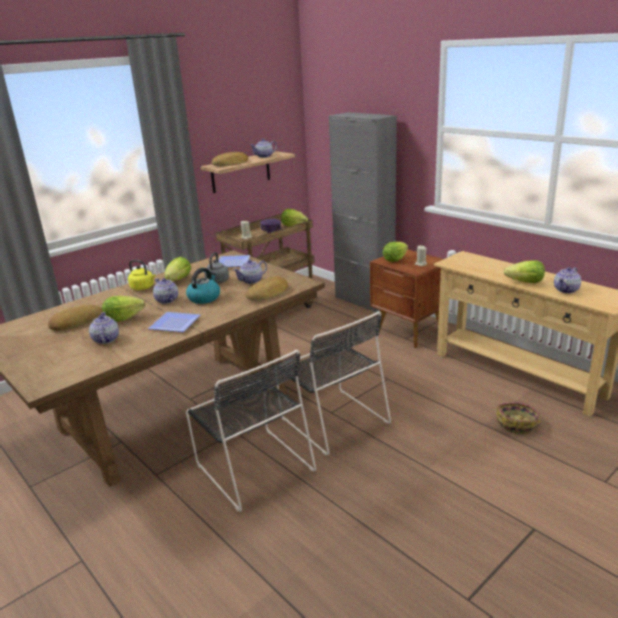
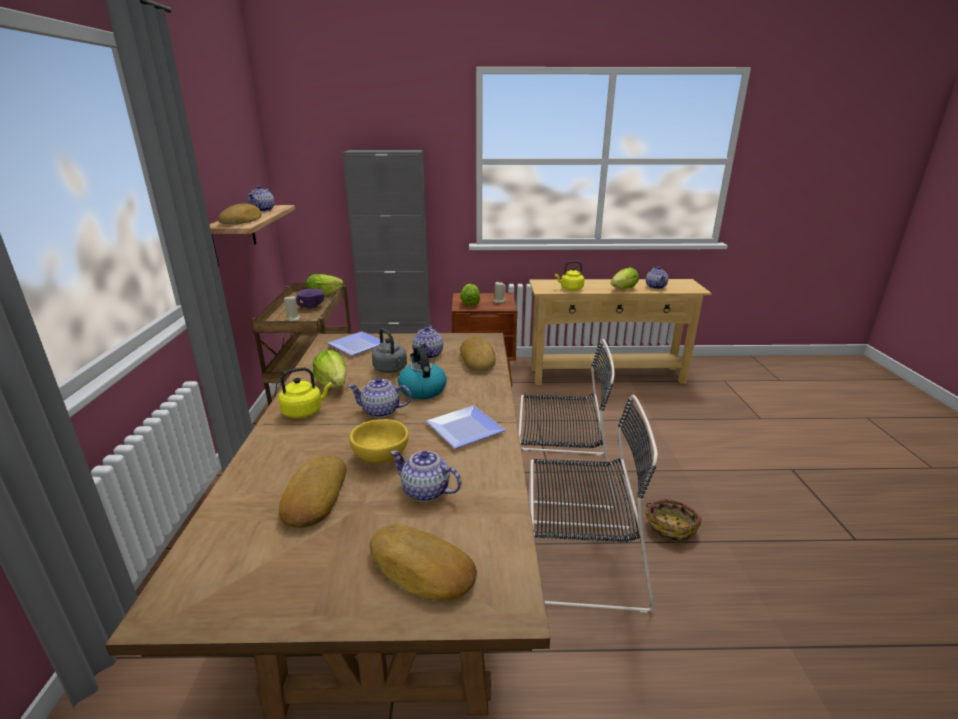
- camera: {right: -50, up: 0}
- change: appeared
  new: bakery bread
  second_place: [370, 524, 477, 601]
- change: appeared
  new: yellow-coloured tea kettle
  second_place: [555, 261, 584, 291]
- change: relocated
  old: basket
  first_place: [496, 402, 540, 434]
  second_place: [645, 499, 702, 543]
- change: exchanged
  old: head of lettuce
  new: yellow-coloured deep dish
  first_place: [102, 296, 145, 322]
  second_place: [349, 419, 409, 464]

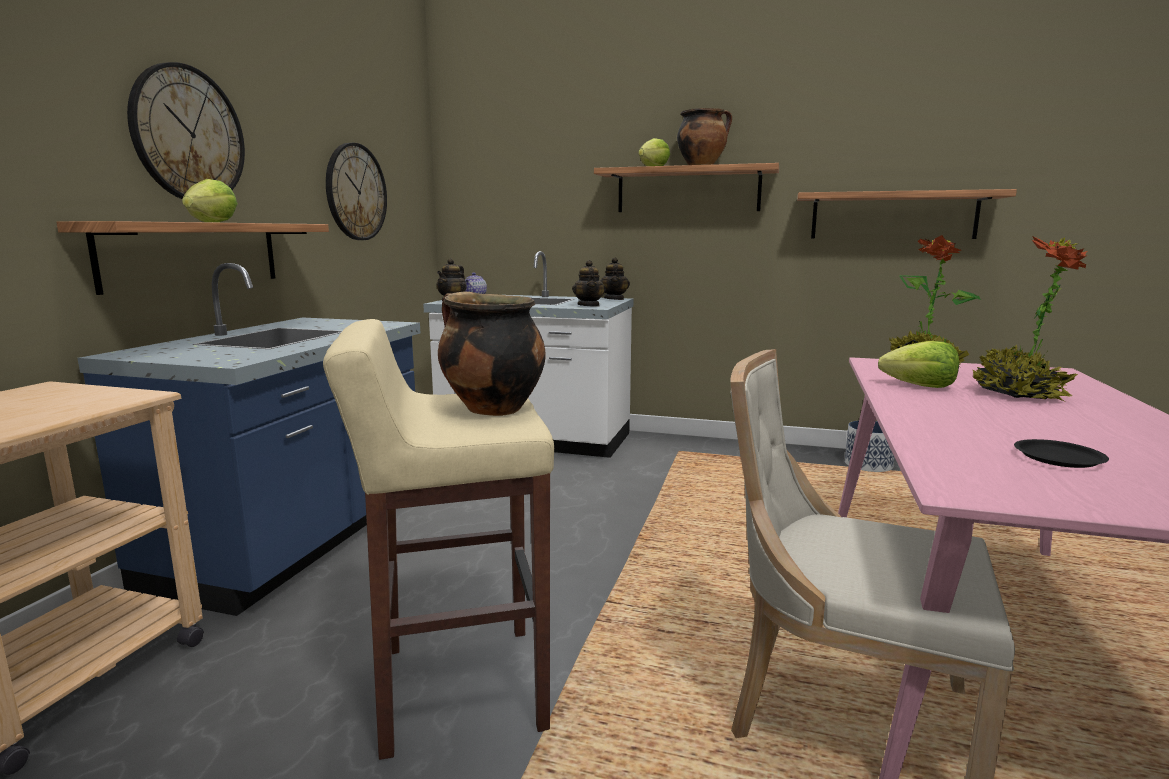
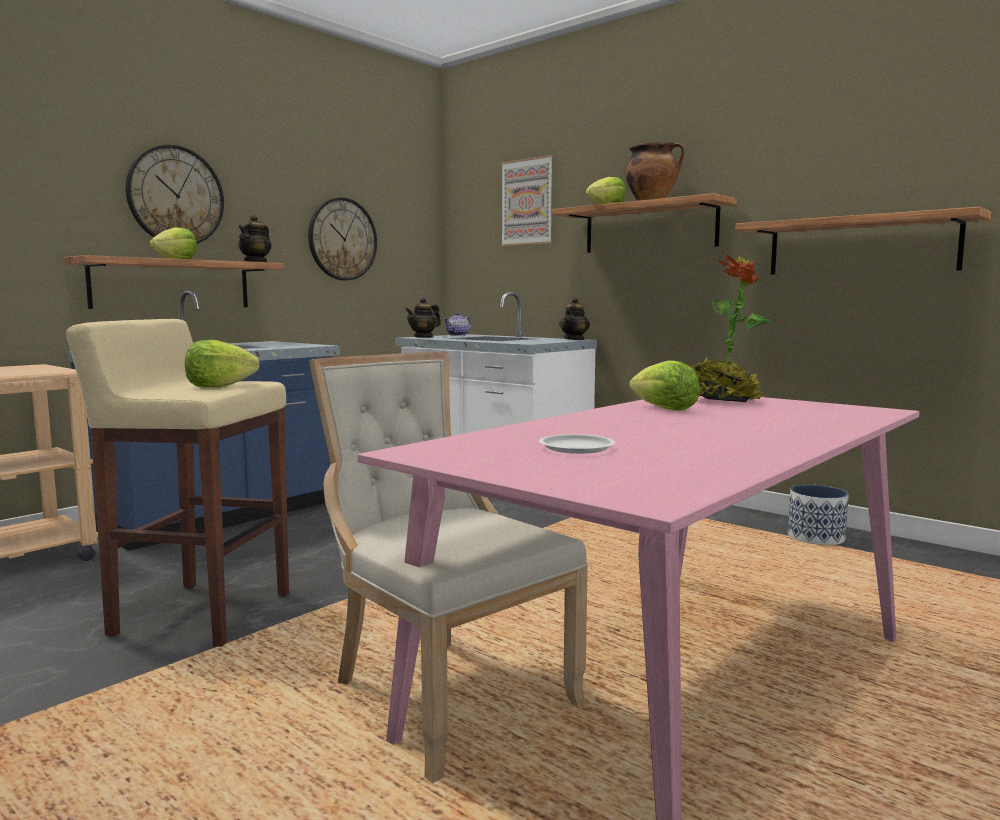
- camera: {right: 25, up: -5}
- change: missing
  old: houseplant
  first_place: [972, 236, 1087, 401]
- change: appeared
  new: wall art
  second_place: [501, 155, 553, 246]
- change: relocated
  old: pot for tea
  first_place: [572, 260, 606, 307]
  second_place: [238, 215, 272, 262]
- change: exchanged
  old: stockpot
  new: head of lettuce
  first_place: [438, 291, 546, 416]
  second_place: [185, 340, 260, 388]
- change: colour
  old: black-coloured dinner plate
  new: white dinner plate
  first_place: [1014, 439, 1109, 468]
  second_place: [539, 434, 615, 454]

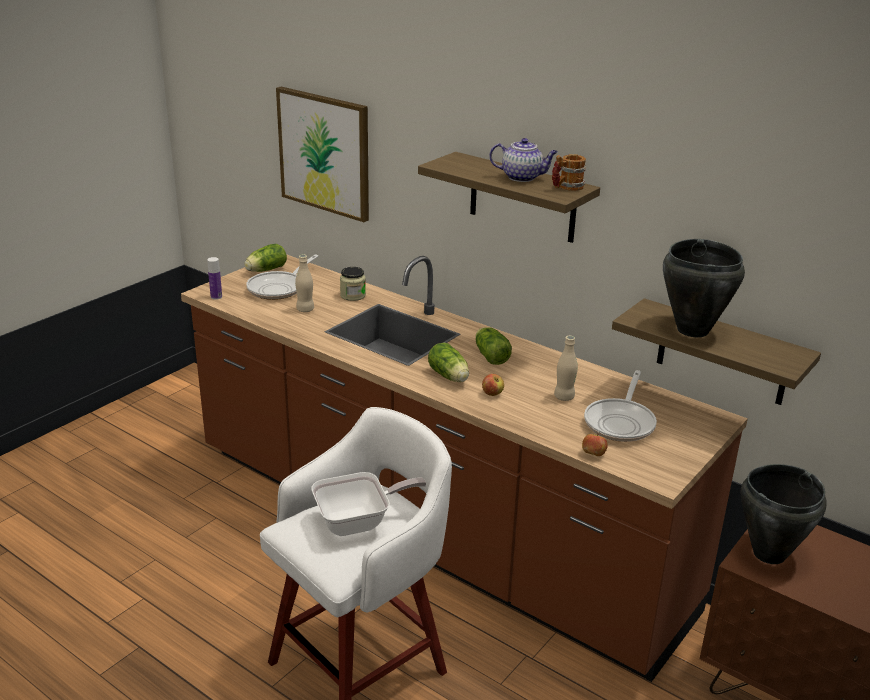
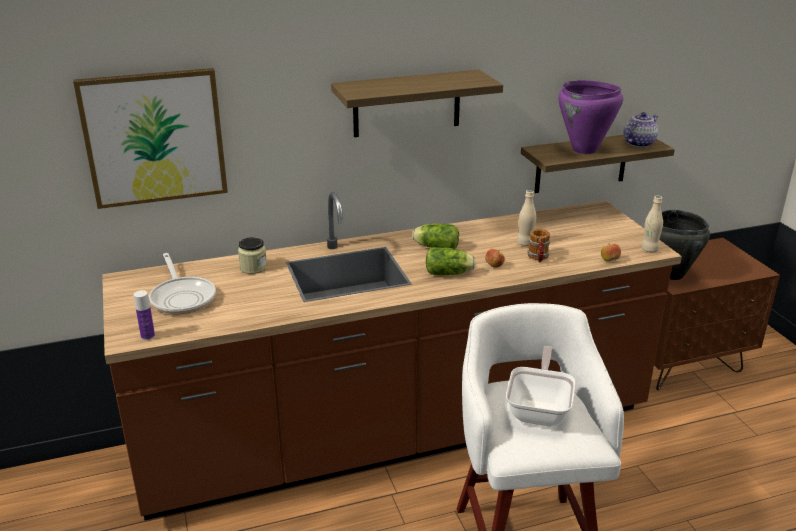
- camera: {right: -55, up: 0}
- change: missing
  old: head of lettuce
  first_place: [244, 244, 287, 272]
- change: missing
  old: skillet
  first_place: [584, 370, 657, 442]
- change: relocated
  old: sand-coloured bottle
  first_place: [295, 255, 314, 312]
  second_place: [641, 196, 663, 252]
- change: relocated
  old: pot for tea
  first_place: [489, 138, 558, 182]
  second_place: [624, 112, 658, 147]
- change: relocated
  old: coffee mug
  first_place: [552, 154, 586, 191]
  second_place: [528, 229, 550, 262]
- change: colour
  old: black-coloured stockpot
  new: purple stockpot
  first_place: [663, 239, 745, 337]
  second_place: [558, 80, 623, 154]

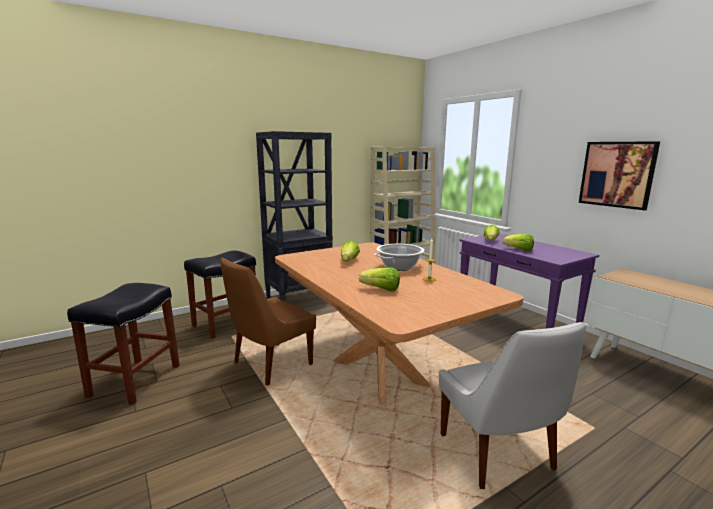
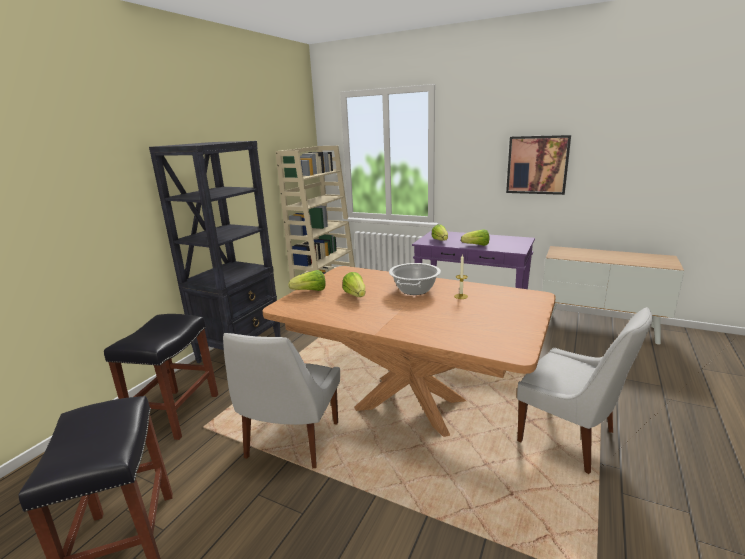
- camera: {right: -30, up: 5}
- change: relocated
  old: head of lettuce
  first_place: [359, 267, 400, 291]
  second_place: [288, 270, 326, 291]
- change: colour
  old: brown upright chair
  new: white upright chair
  first_place: [220, 258, 316, 386]
  second_place: [223, 333, 340, 468]

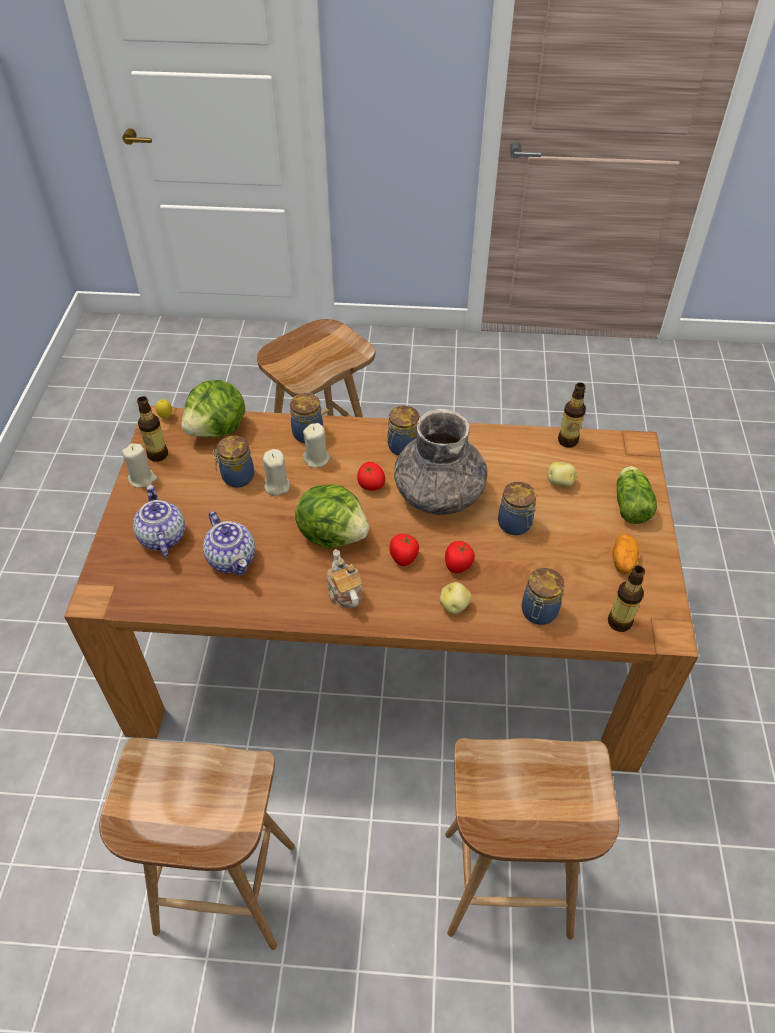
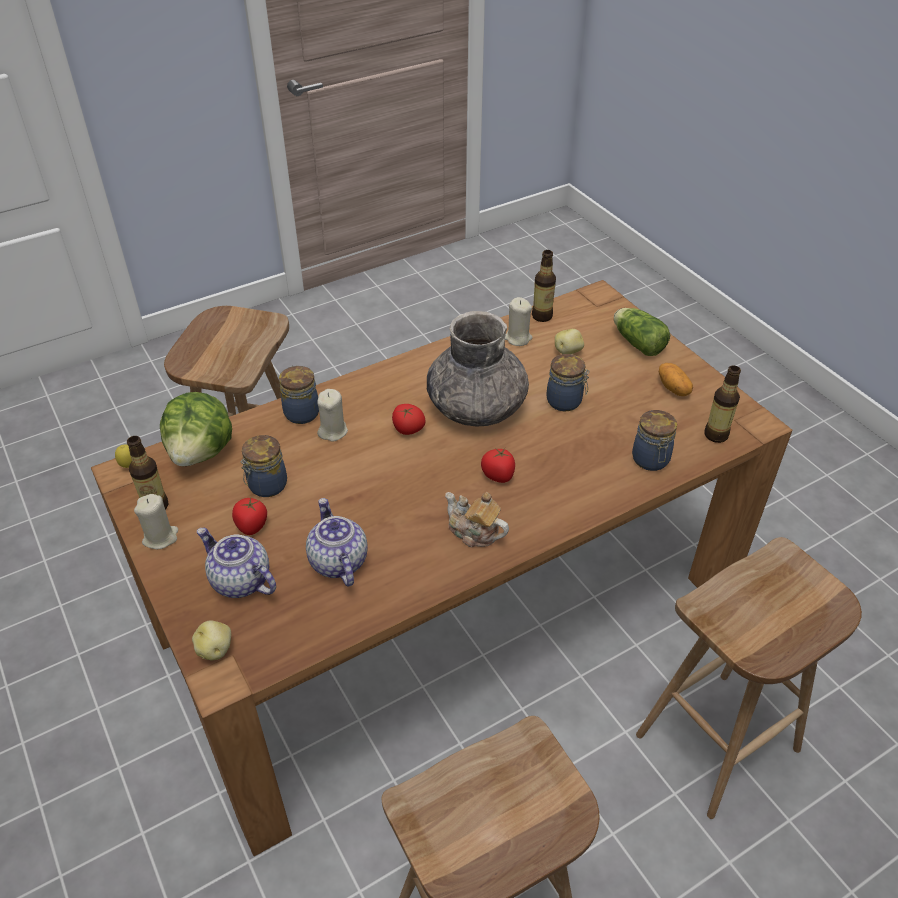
- camera: {right: -35, up: -5}
- change: missing
  old: head of lettuce
  first_place: [295, 484, 369, 548]
- change: missing
  old: storage jar
  first_place: [387, 406, 419, 455]
- change: relocated
  old: sand-coloured candle
  first_place: [263, 449, 290, 496]
  second_place: [505, 297, 533, 346]
- change: relocated
  old: spud
  first_place: [440, 582, 472, 614]
  second_place: [192, 620, 231, 660]
- change: relocated
  old: fresh tomato
  first_place: [445, 541, 475, 573]
  second_place: [232, 498, 267, 535]
- change: spun
  old: pot for tea
  first_place: [203, 511, 255, 575]
  second_place: [306, 498, 368, 587]
  degrees: -135

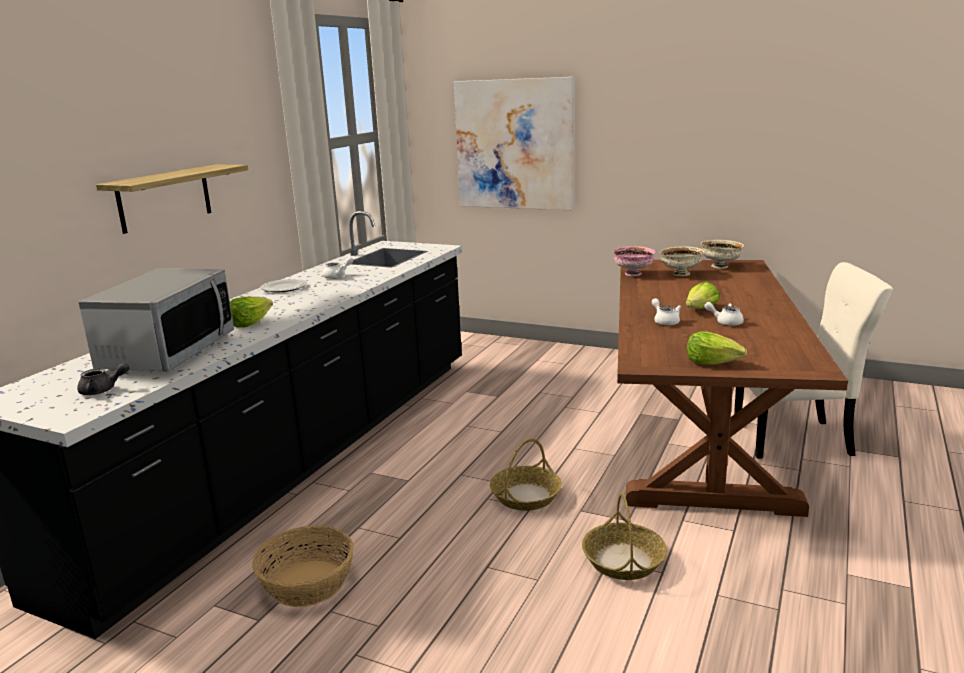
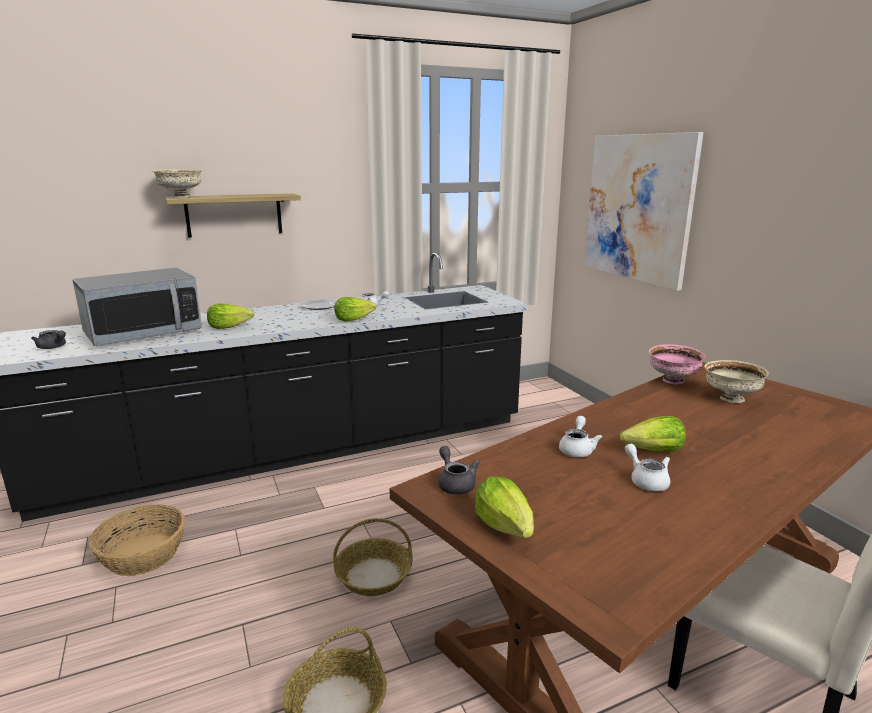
- camera: {right: 40, up: 0}
- change: appeared
  new: head of lettuce
  second_place: [334, 297, 376, 322]
- change: appeared
  new: grey pot for tea
  second_place: [438, 446, 480, 495]
- change: relocated
  old: sand-coloured deep dish
  first_place: [701, 240, 744, 269]
  second_place: [153, 169, 202, 198]

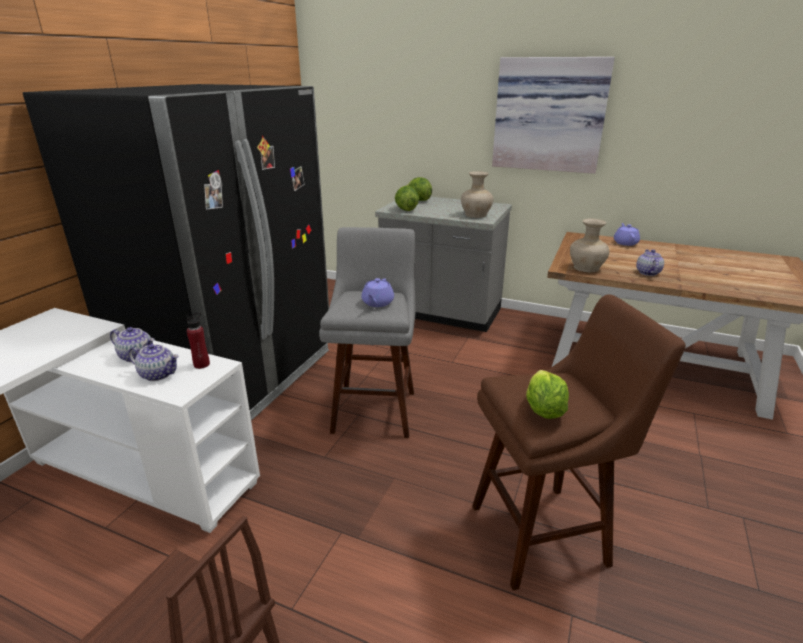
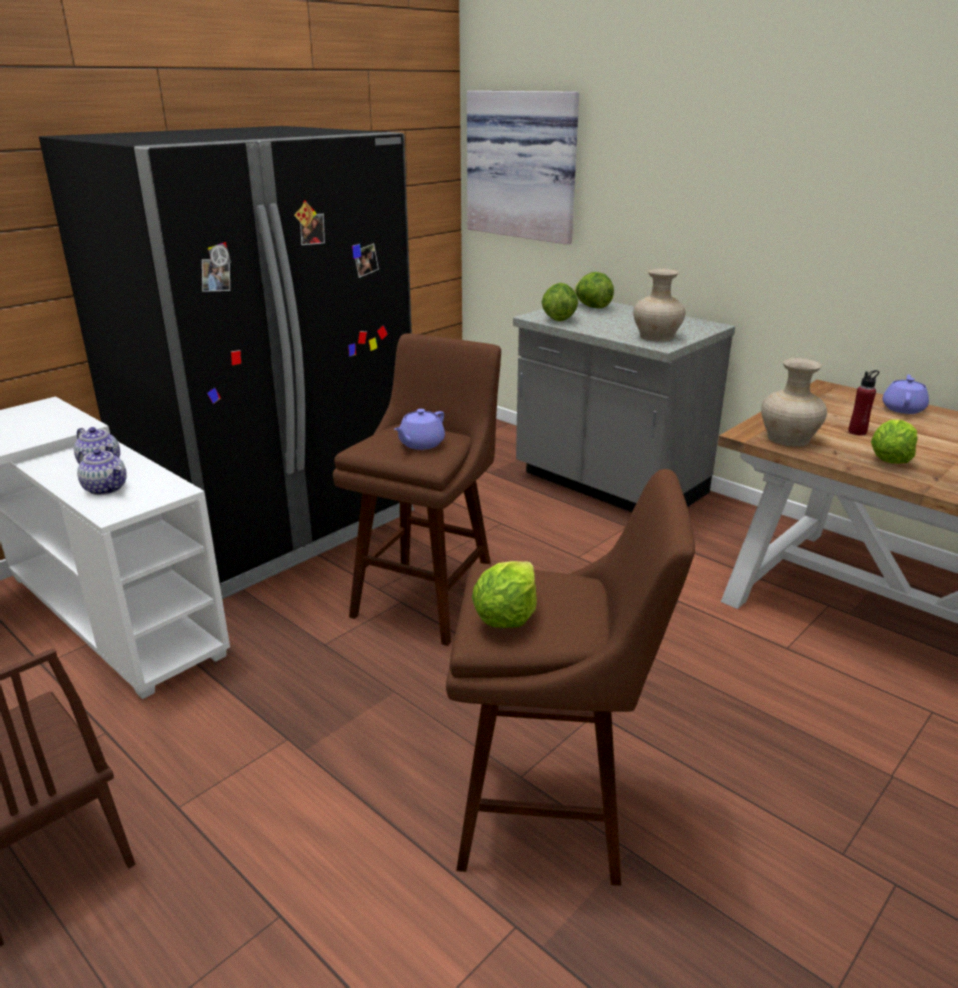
- camera: {right: 20, up: 0}
- change: relocated
  old: reddish bottle
  first_place: [186, 312, 210, 369]
  second_place: [848, 370, 879, 435]
- change: relocated
  old: wall art
  first_place: [492, 57, 615, 174]
  second_place: [467, 91, 579, 245]
- change: exchanged
  old: pot for tea
  new: head of lettuce
  first_place: [636, 250, 664, 276]
  second_place: [871, 420, 918, 464]
- change: colour
  old: grey stool seat
  new: brown stool seat
  first_place: [319, 227, 416, 438]
  second_place: [333, 333, 501, 646]

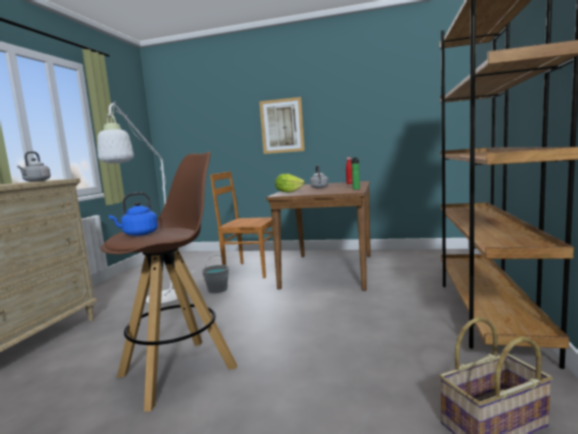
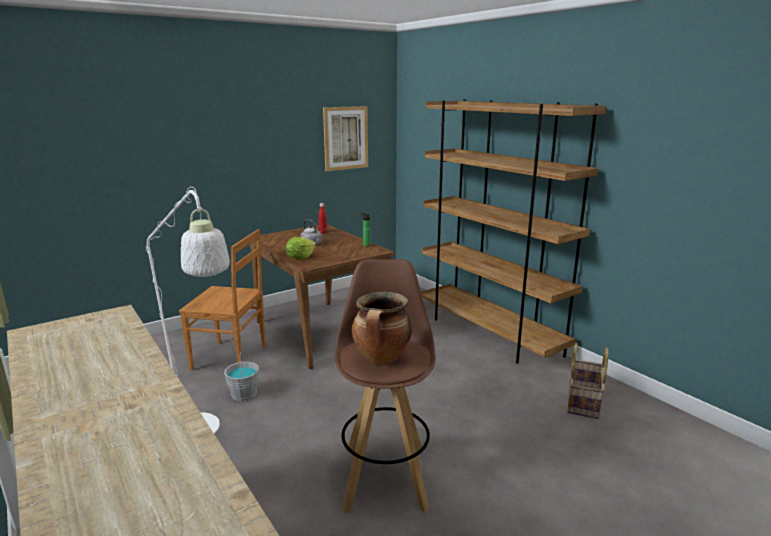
- camera: {right: -50, up: 10}
- change: missing
  old: grey tea kettle
  first_place: [17, 151, 51, 182]
- change: relocated
  old: wall art
  first_place: [259, 97, 305, 154]
  second_place: [323, 106, 368, 171]
- change: exchanged
  old: bluish tea kettle
  new: stockpot
  first_place: [109, 192, 158, 236]
  second_place: [352, 292, 412, 365]
- change: spun
  old: brown upright chair
  first_place: [210, 171, 273, 278]
  second_place: [179, 229, 266, 371]
  degrees: -135

